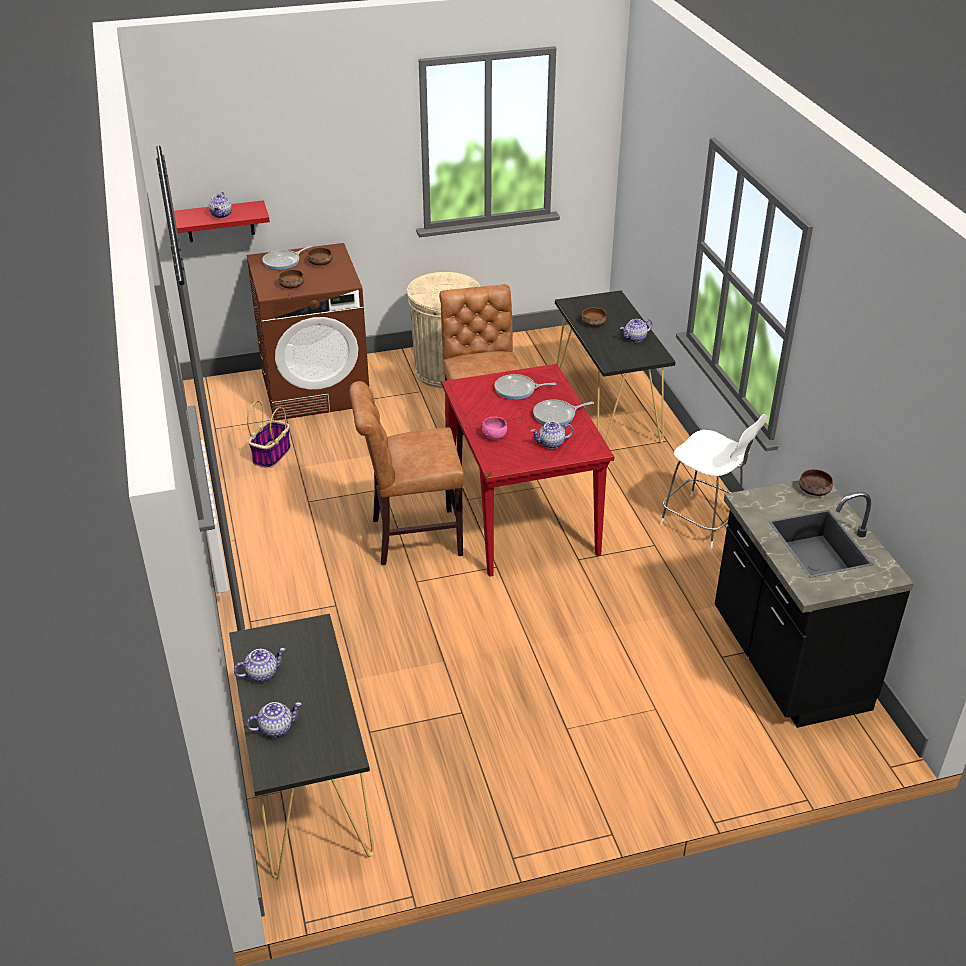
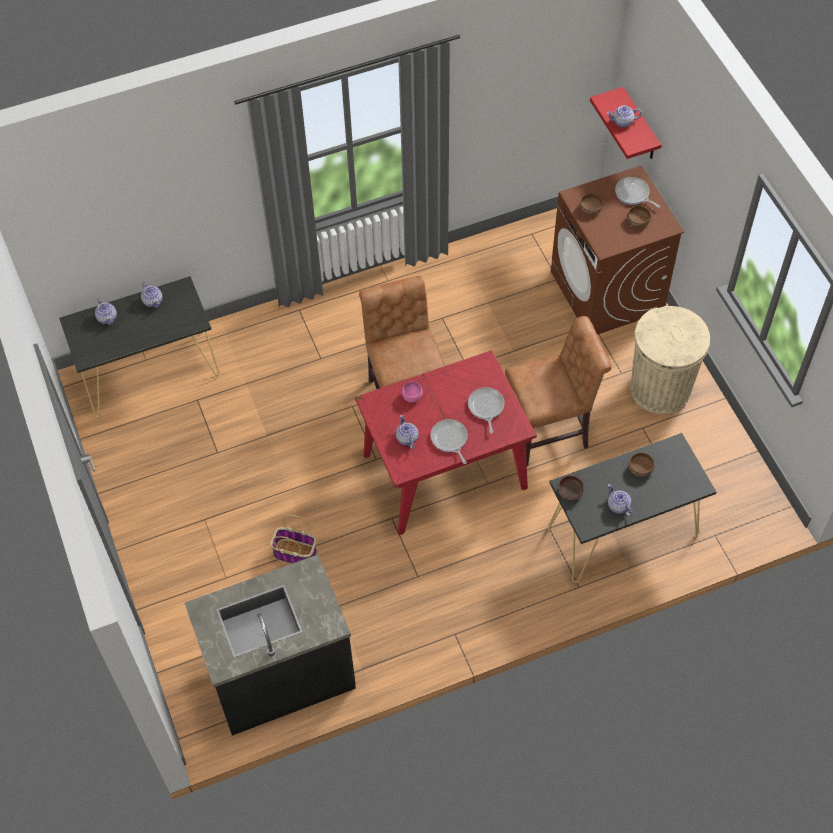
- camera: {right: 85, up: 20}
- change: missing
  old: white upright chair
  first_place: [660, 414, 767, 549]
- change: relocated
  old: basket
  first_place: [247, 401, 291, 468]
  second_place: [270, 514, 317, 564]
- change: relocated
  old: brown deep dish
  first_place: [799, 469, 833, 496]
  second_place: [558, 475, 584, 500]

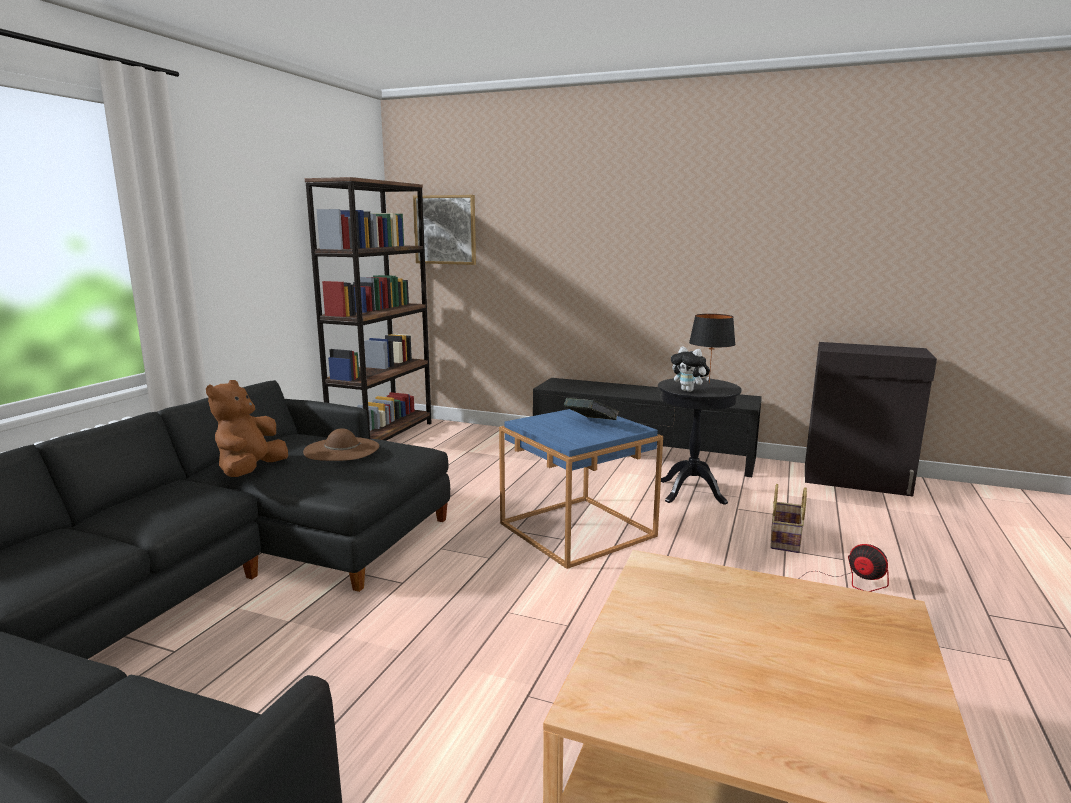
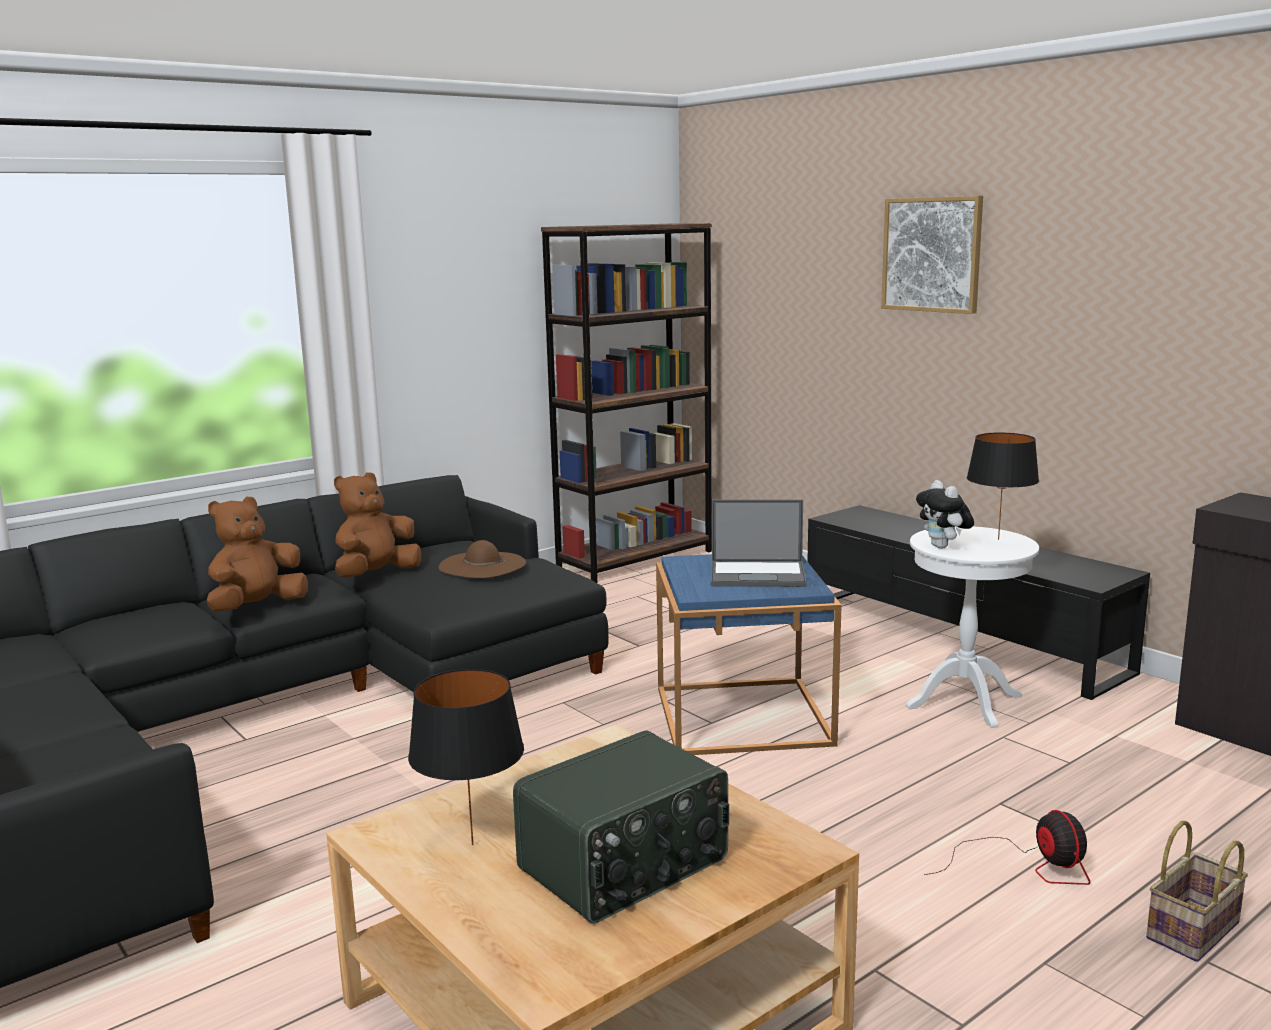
- camera: {right: 30, up: 0}
- change: appeared
  new: brown cuddly toy
  second_place: [207, 497, 308, 612]
- change: appeared
  new: black-coloured tabletop lamp
  second_place: [408, 669, 524, 845]
- change: appeared
  new: radio receiver
  second_place: [513, 730, 729, 924]
- change: relocated
  old: wall art
  first_place: [413, 195, 476, 265]
  second_place: [881, 196, 983, 314]
- change: relocated
  old: basket
  first_place: [770, 484, 807, 553]
  second_place: [1146, 821, 1248, 962]
- change: exchanged
  old: bound book
  new: notebook computer
  first_place: [564, 398, 619, 420]
  second_place: [711, 500, 807, 587]
- change: colour
  old: black-coloured end table
  new: white end table
  first_place: [658, 378, 742, 505]
  second_place: [906, 526, 1039, 728]

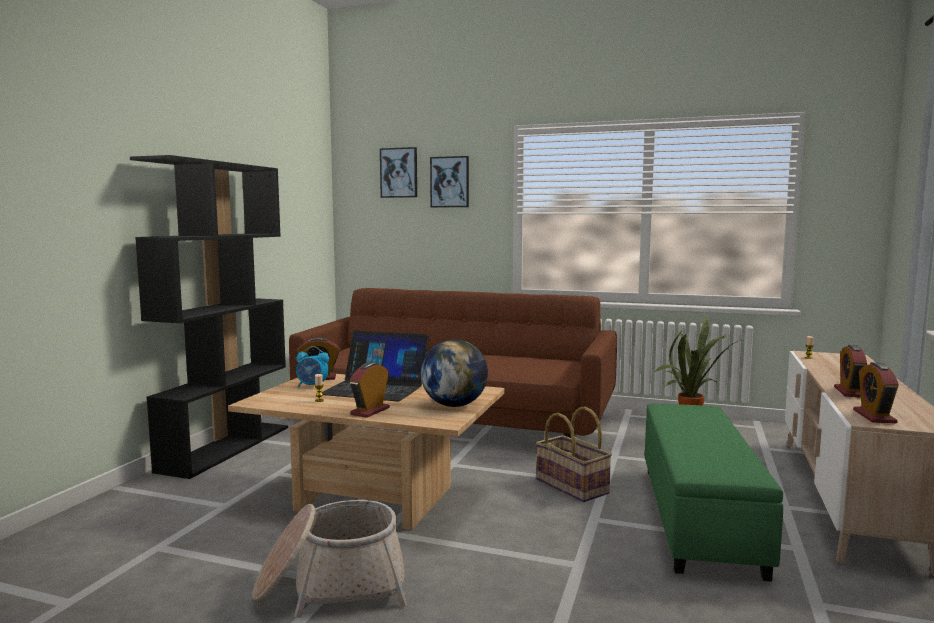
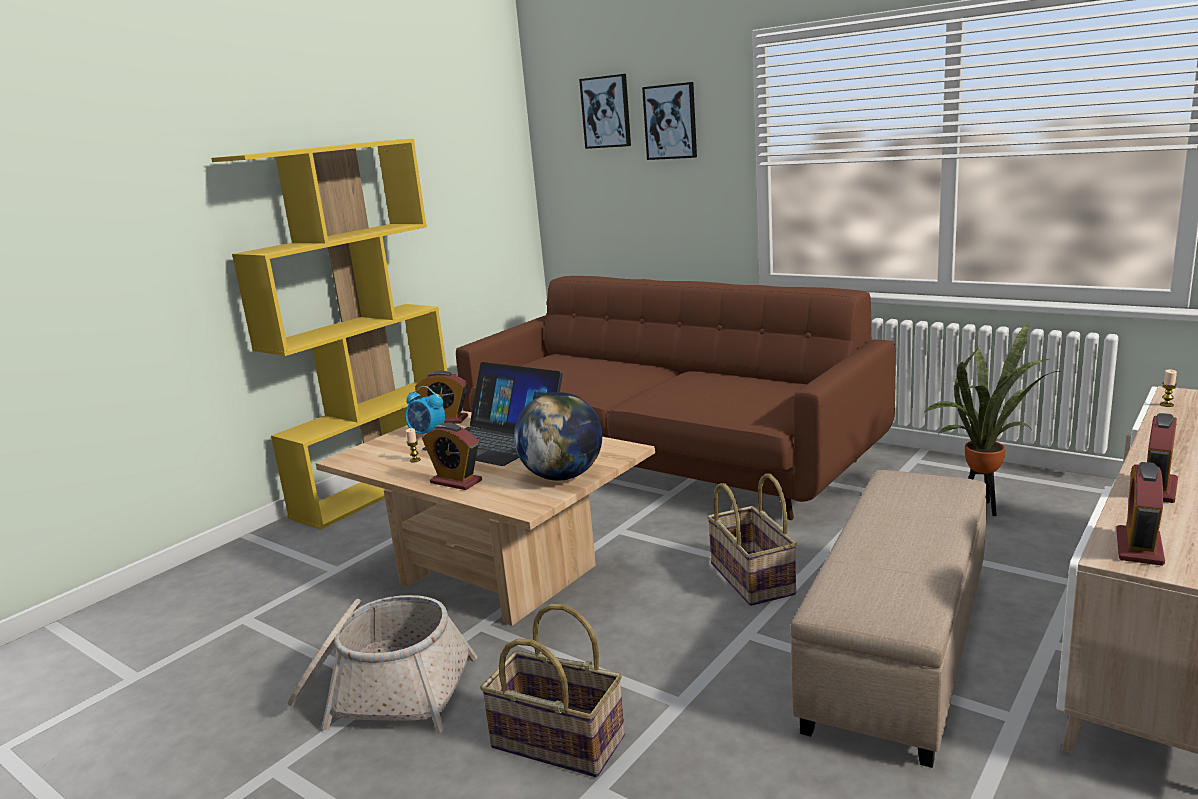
- camera: {right: 20, up: 10}
- change: appeared
  new: basket
  second_place: [480, 604, 625, 777]
- change: colour
  old: black-coloured shelving unit
  new: yellow-coloured shelving unit
  first_place: [130, 155, 288, 479]
  second_place: [211, 138, 447, 530]
- change: colour
  old: green footrest
  new: sand-coloured footrest
  first_place: [645, 404, 783, 582]
  second_place: [791, 470, 987, 768]
- change: spun
  old: table clock
  first_place: [349, 362, 390, 418]
  second_place: [422, 423, 482, 490]
  degrees: -105

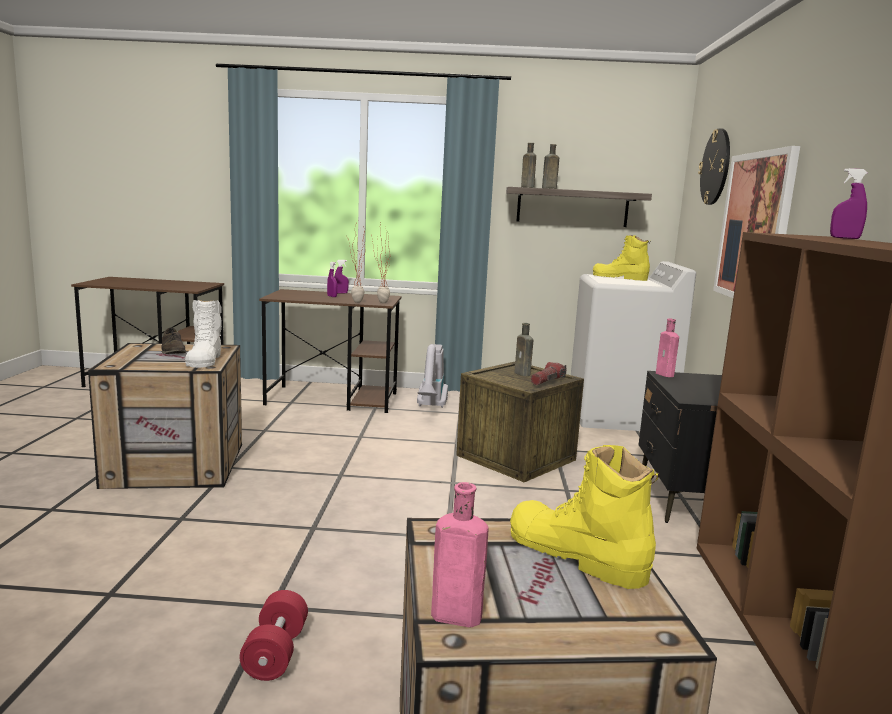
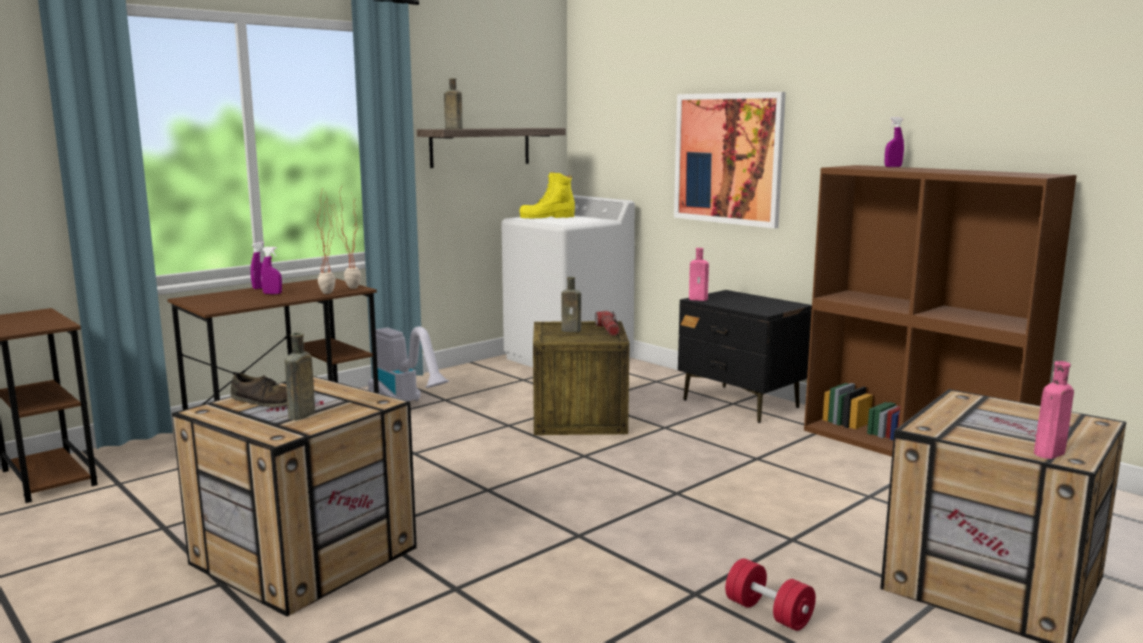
- camera: {right: -45, up: 0}
- change: missing
  old: white tall boot
  first_place: [185, 300, 222, 368]
- change: missing
  old: yellow-coloured tall boot
  first_place: [510, 445, 659, 589]
- change: missing
  old: clock on the wall
  first_place: [698, 128, 730, 205]
- change: relocated
  old: brown bottle
  first_place: [542, 144, 559, 189]
  second_place: [285, 333, 315, 420]

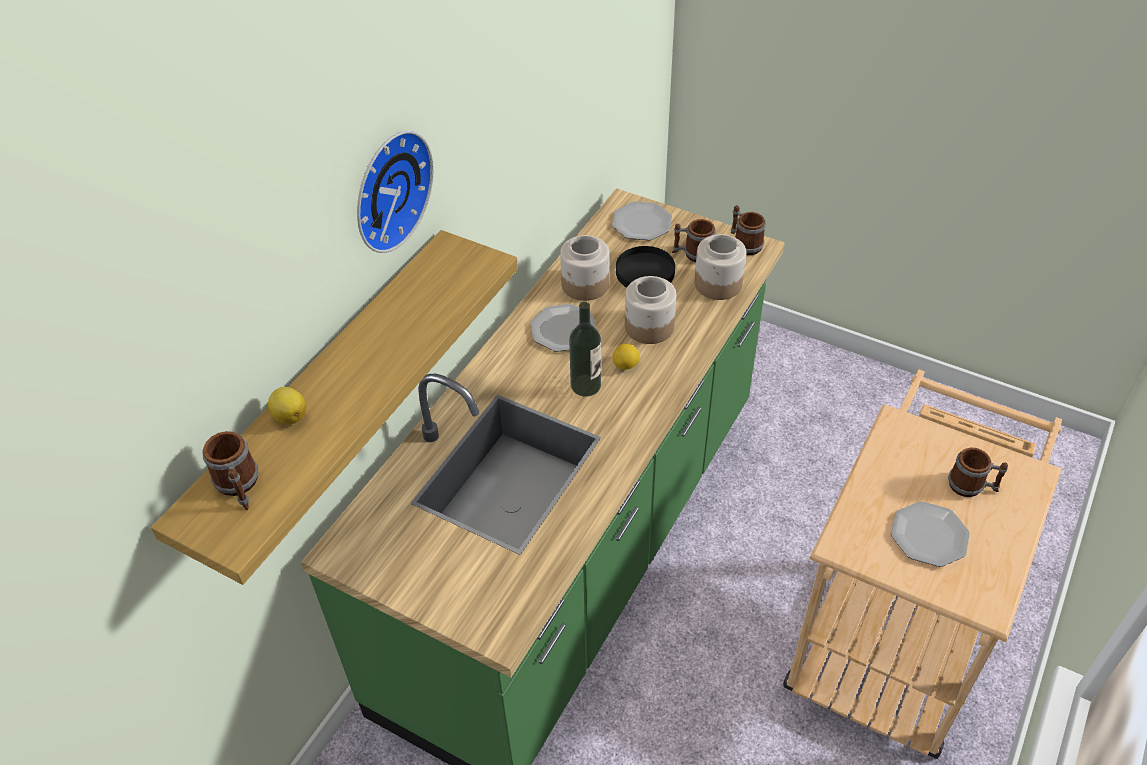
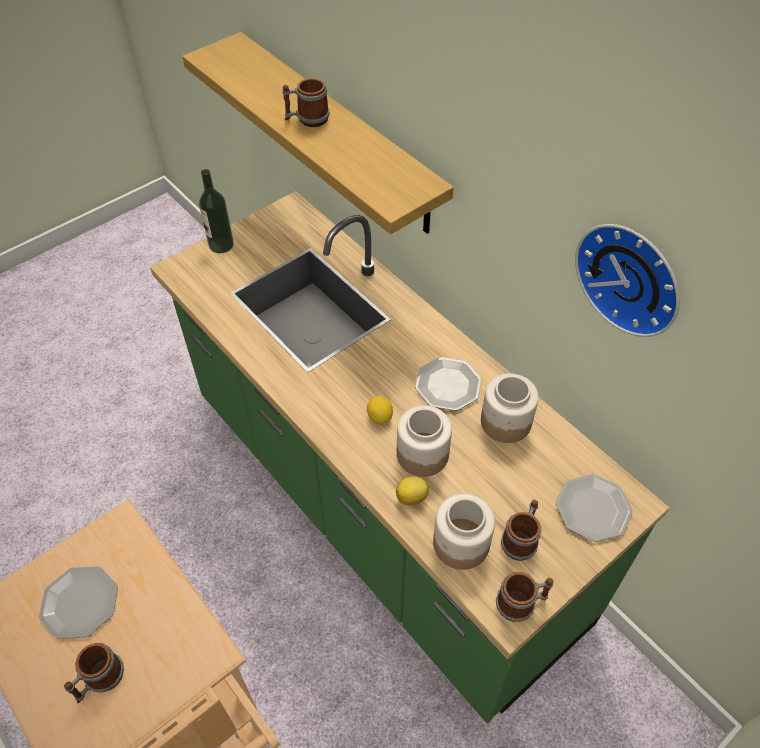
- camera: {right: 110, up: 5}
- change: missing
  old: black-coloured dinner plate
  first_place: [616, 246, 675, 288]
- change: relocated
  old: coffee mug
  first_place: [203, 431, 259, 510]
  second_place: [282, 78, 330, 127]
- change: relocated
  old: citrus fruit
  first_place: [268, 387, 307, 424]
  second_place: [396, 476, 430, 505]
- change: relocated
  old: clock on the wall
  first_place: [357, 130, 433, 253]
  second_place: [575, 224, 680, 337]
- change: relocated
  old: bottle
  first_place: [569, 302, 601, 397]
  second_place: [199, 169, 234, 253]

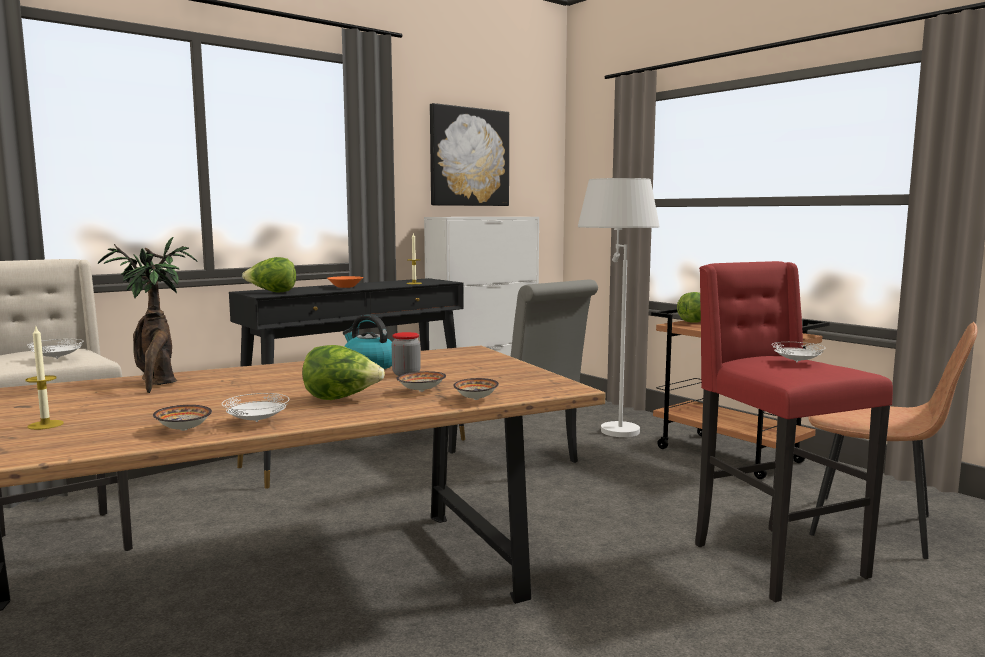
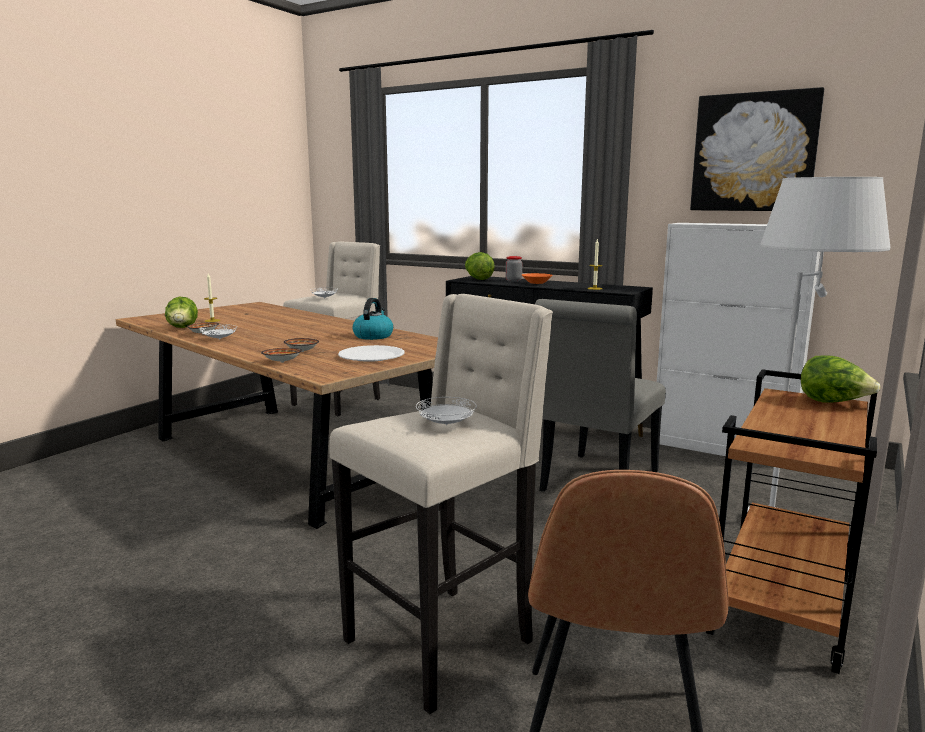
- camera: {right: 70, up: 5}
- change: missing
  old: houseplant
  first_place: [97, 237, 197, 393]
- change: appeared
  new: white dinner plate
  second_place: [338, 345, 405, 362]
- change: relocated
  old: head of lettuce
  first_place: [302, 345, 385, 400]
  second_place: [165, 296, 198, 328]
- change: relocated
  old: storage jar
  first_place: [392, 332, 421, 376]
  second_place: [505, 256, 522, 282]
- change: colour
  old: reddish stool seat
  new: sand-coloured stool seat
  first_place: [695, 261, 893, 602]
  second_place: [329, 294, 553, 715]

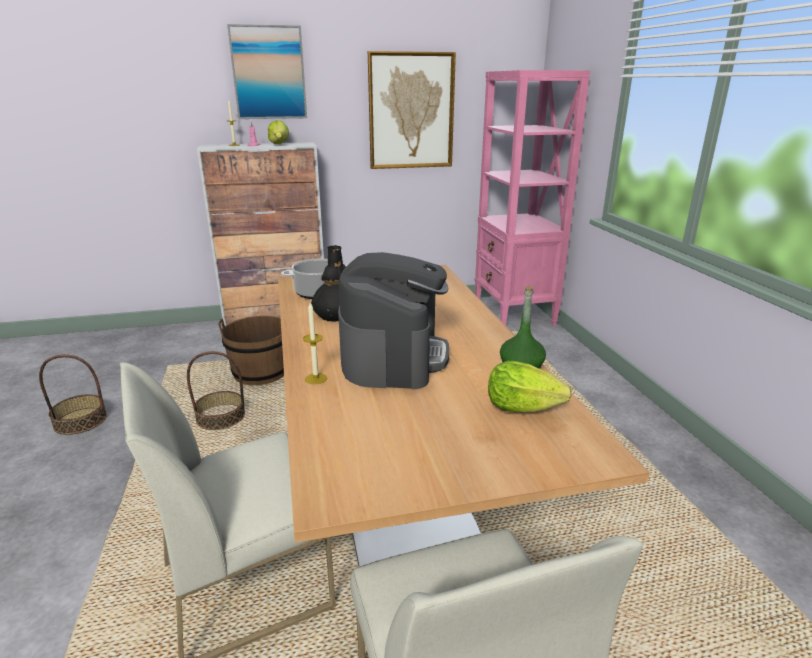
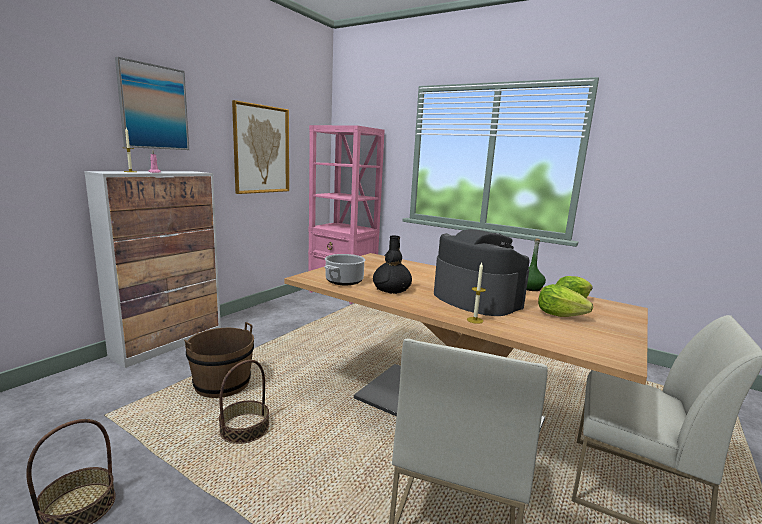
- camera: {right: -45, up: -10}
- change: relocated
  old: head of lettuce
  first_place: [268, 120, 289, 144]
  second_place: [538, 284, 593, 317]

